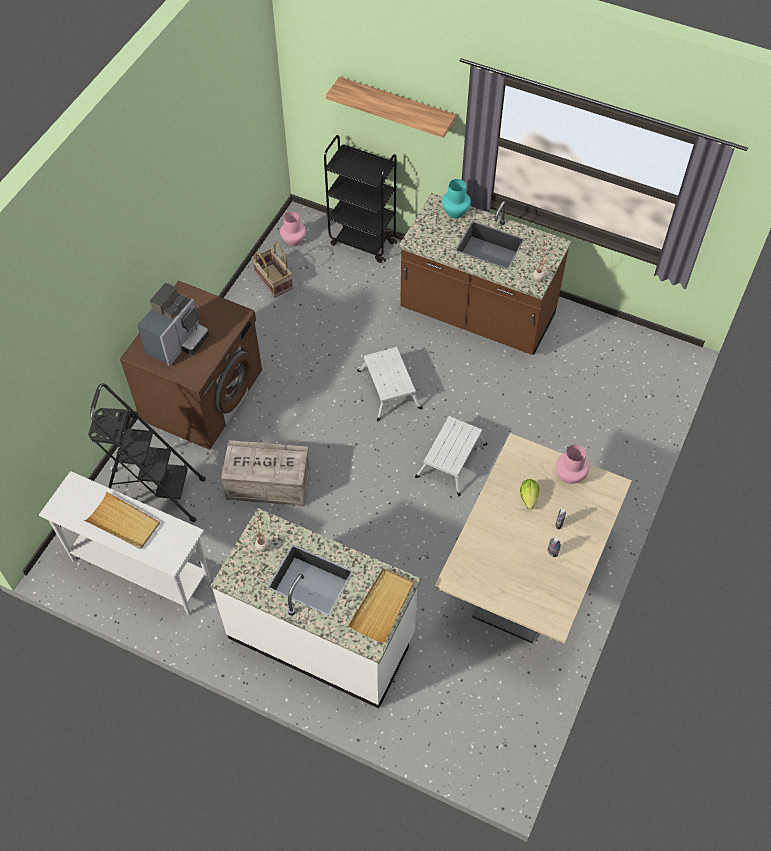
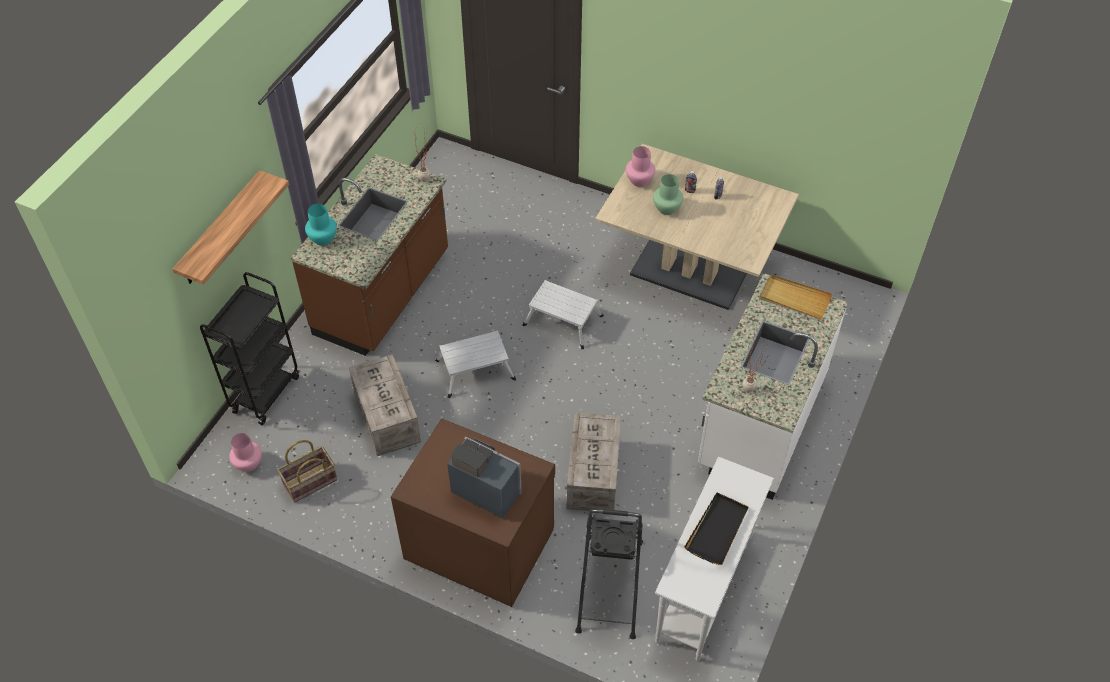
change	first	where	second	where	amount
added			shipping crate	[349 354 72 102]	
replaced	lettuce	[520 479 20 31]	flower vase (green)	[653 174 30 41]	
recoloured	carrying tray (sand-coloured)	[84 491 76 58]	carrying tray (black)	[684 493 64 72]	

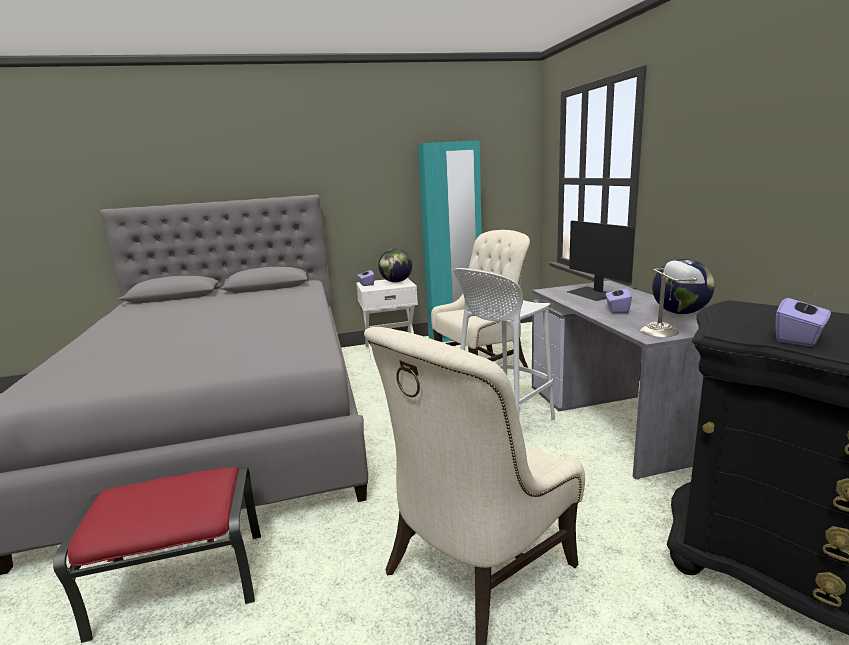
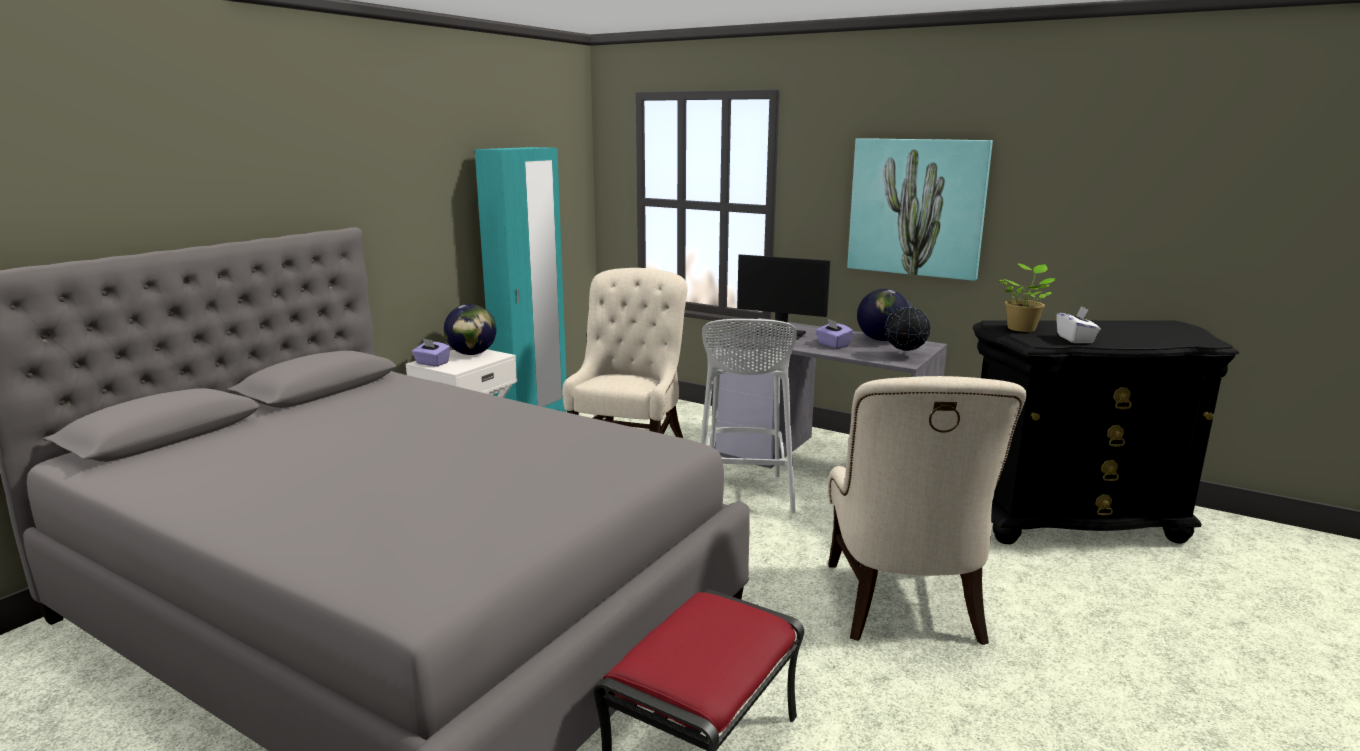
change	first	where	second	where	amount
added			wall art	[847 138 146 143]	
replaced	table lamp (white-coloured)	[640 261 65 76]	globe	[885 302 45 55]	
added			houseplant	[998 263 57 69]	
recoloured	tissue holder (purple)	[775 292 56 55]	tissue holder (white-coloured)	[1056 306 44 37]	

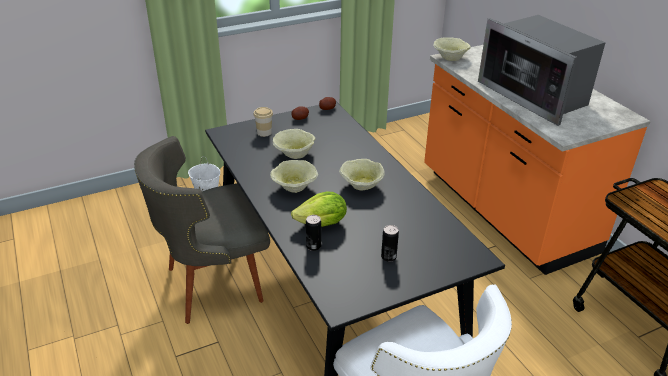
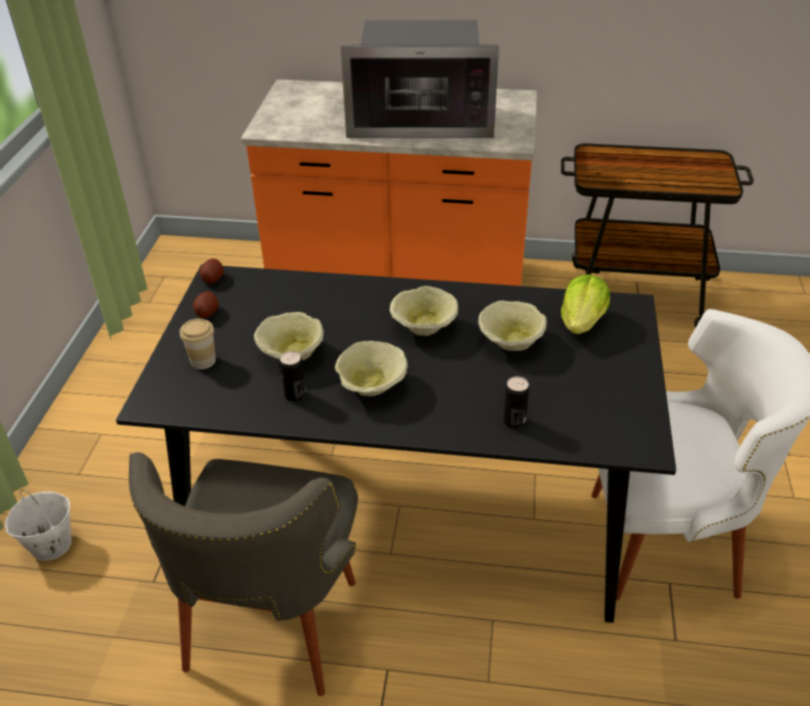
change	first	where	second	where	amount
moved	can	[381 225 18 37]		[280 351 26 51]	
moved	deep dish (sand-coloured)	[433 37 38 24]		[478 301 69 50]	
moved	lettuce	[291 191 56 36]		[561 274 49 60]	

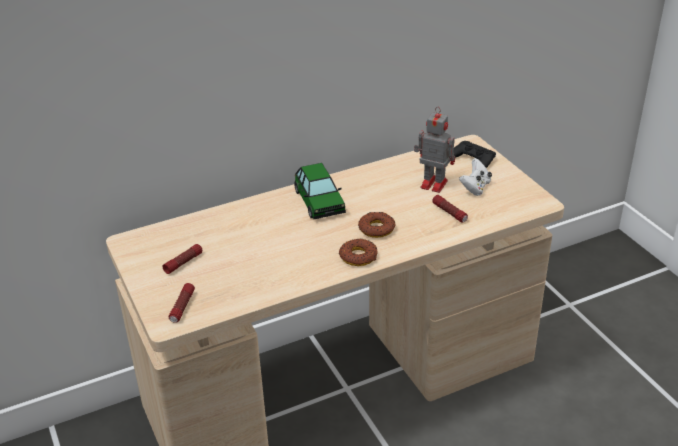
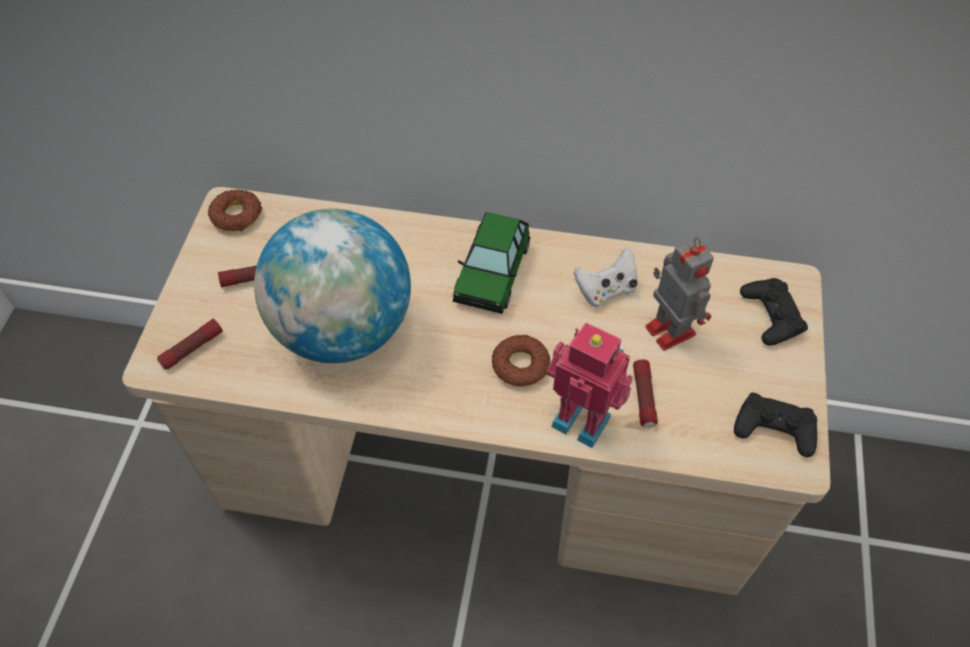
change	first	where	second	where	amount
moved	doughnut	[339 239 39 27]		[208 189 54 42]	
added			globe	[254 209 157 154]	
added			toy robot	[547 322 85 126]	
moved	joypad (white-coloured)	[459 158 33 38]		[573 248 65 60]	
added			joypad (black)	[734 393 83 64]	

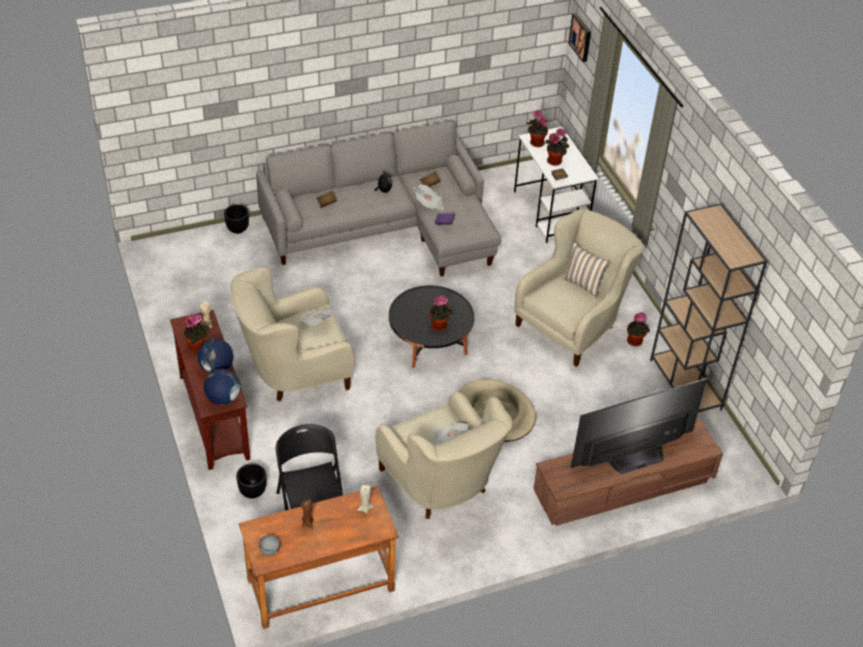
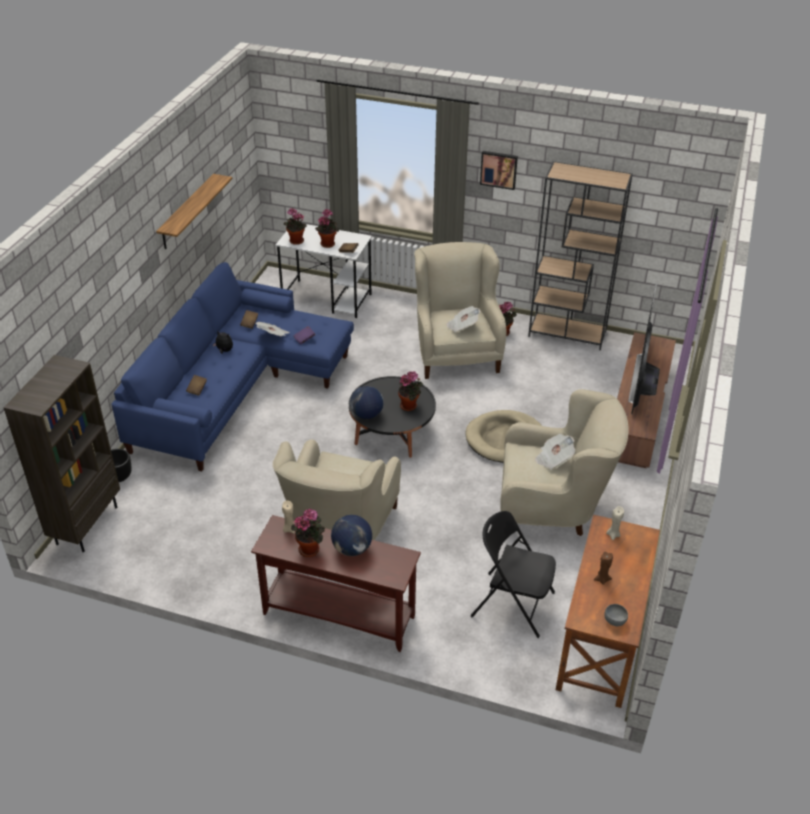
change	first	where	second	where	amount
added			shelving unit (brownish)	[3 355 117 197]	
recoloured	sofa (grey)	[256 122 245 154]	sofa (blue)	[112 262 242 209]	
added			wall shelf	[156 174 77 75]	
moved	globe	[204 369 36 36]		[350 386 34 33]	
moved	printed paper	[300 308 34 18]		[446 306 35 27]	
moved	wall art	[569 13 22 49]		[480 151 38 39]	
removed	planter (black)	[236 463 31 35]			
removed	throw pillow	[562 242 49 56]			

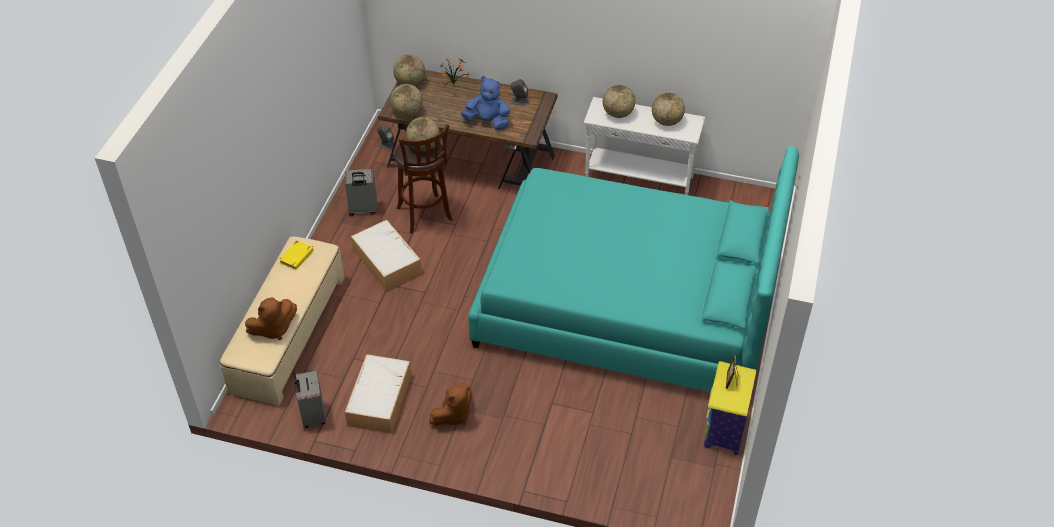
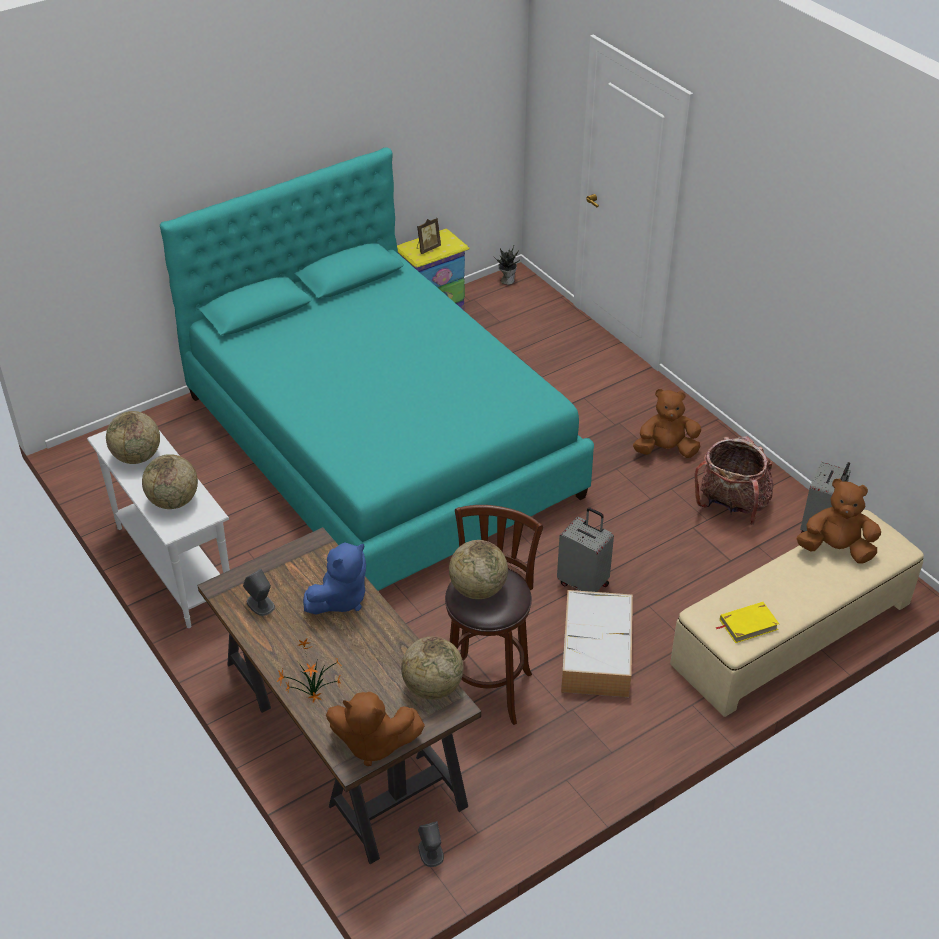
change	first	where	second	where	amount
turned	soft toy (blue)	[461 76 49 54]		[303 543 63 72]	105 degrees counterclockwise
replaced	globe	[393 55 32 31]	soft toy (brownish)	[326 692 99 74]	
added			houseplant	[494 246 26 39]	
moved	suitcase (grey)	[345 169 32 47]		[557 508 57 84]	
replaced	storage box	[345 354 66 79]	rucksack	[695 436 78 89]	

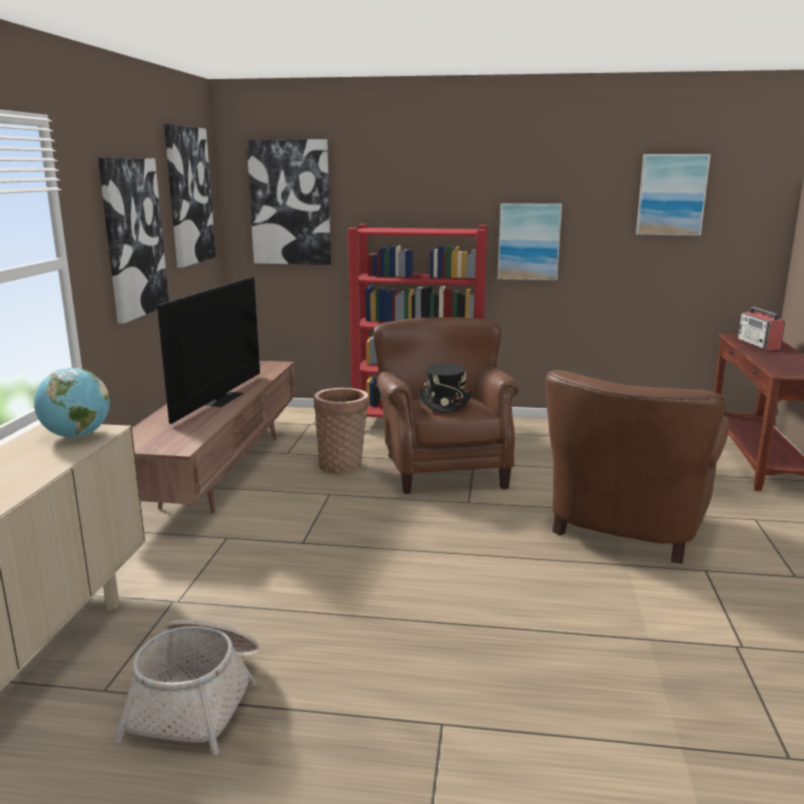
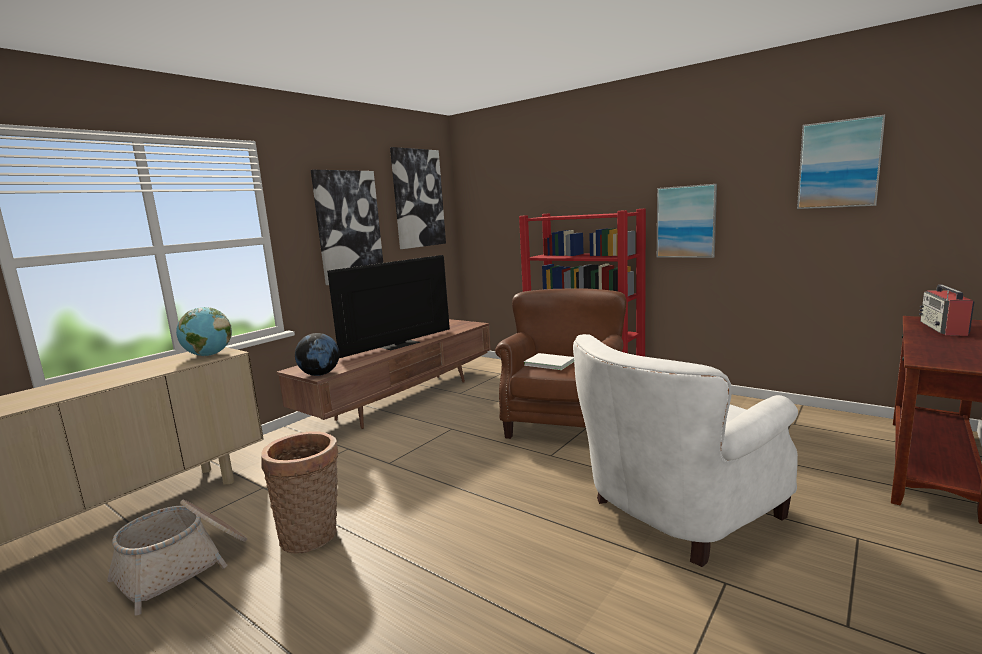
change	first	where	second	where	amount
moved	storage basket	[314 388 55 87]		[261 432 78 122]	
added			globe	[295 333 44 43]	
replaced	wearable hat (black)	[418 363 54 50]	volume (white-coloured)	[524 353 50 17]	
recoloured	lounge chair (brownish)	[545 370 185 194]	lounge chair (white-coloured)	[573 334 225 233]	
removed	wall art	[247 139 84 126]			

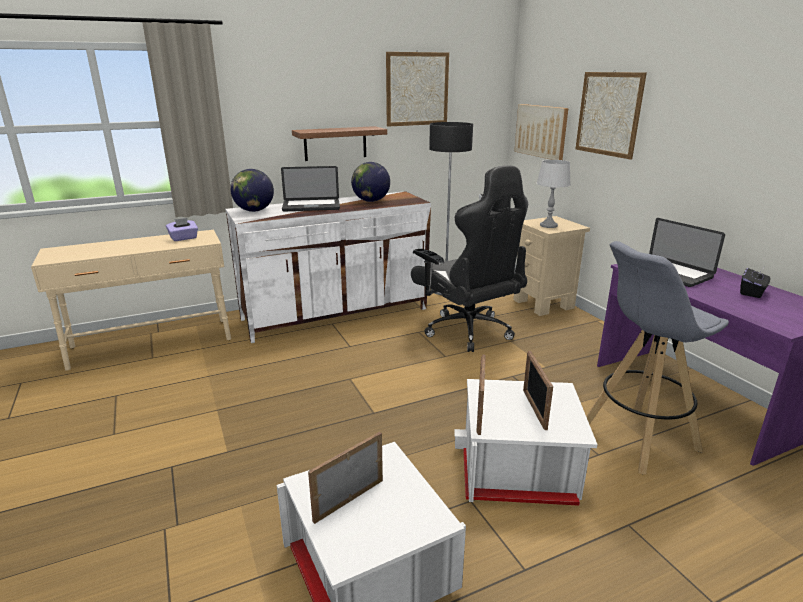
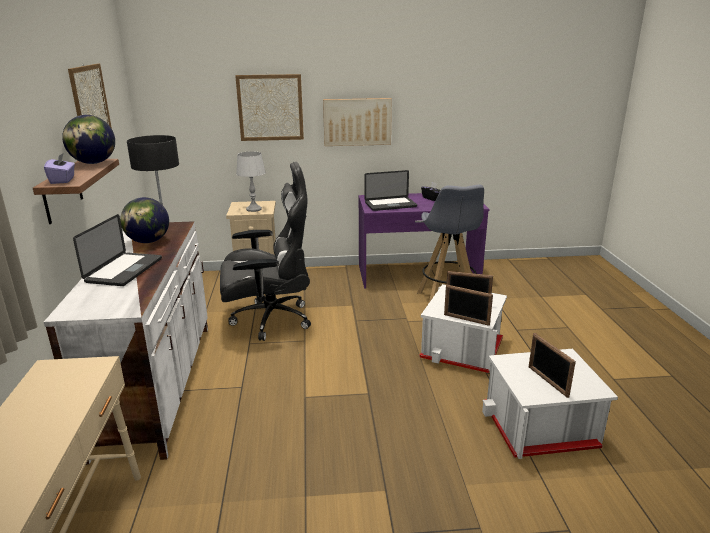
change	first	where	second	where	amount
moved	tissue holder (purple)	[166 218 32 23]		[44 153 31 31]	
moved	globe	[230 169 44 43]		[62 115 53 49]	
moved	wall art	[514 104 54 56]		[323 98 69 48]	

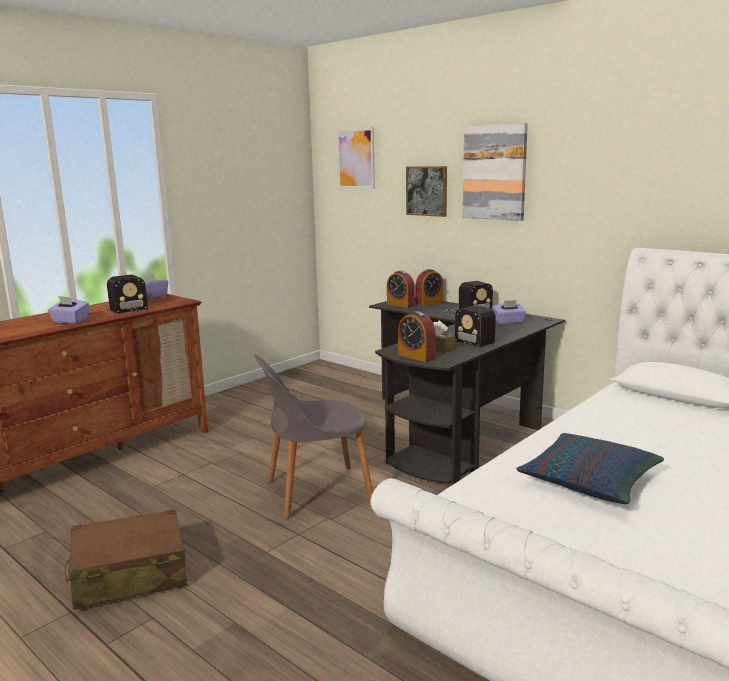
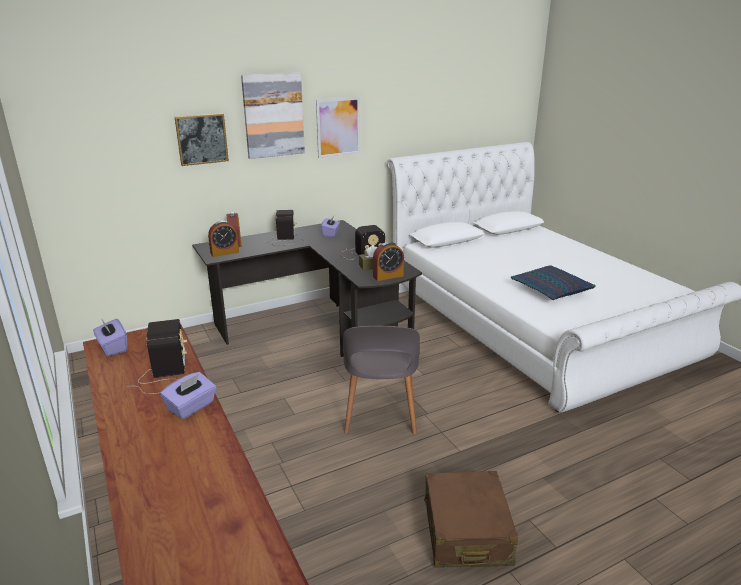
change	first	where	second	where	amount
moved	wall art	[337 127 38 62]		[316 97 44 61]	

